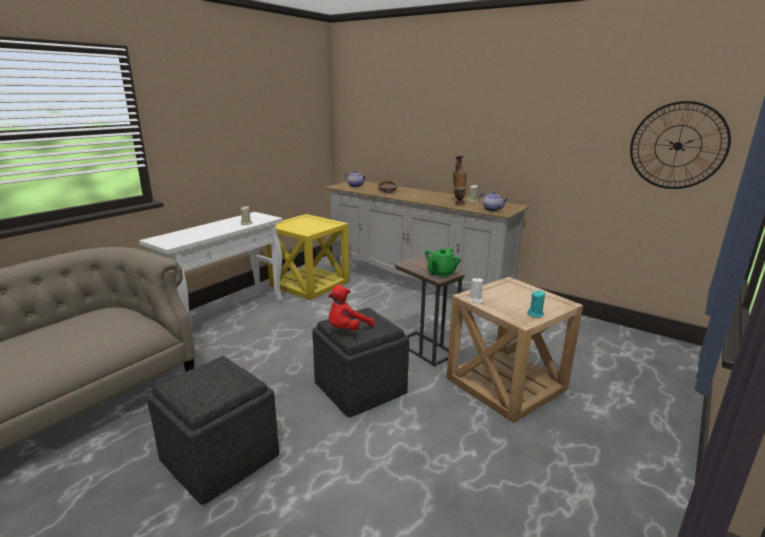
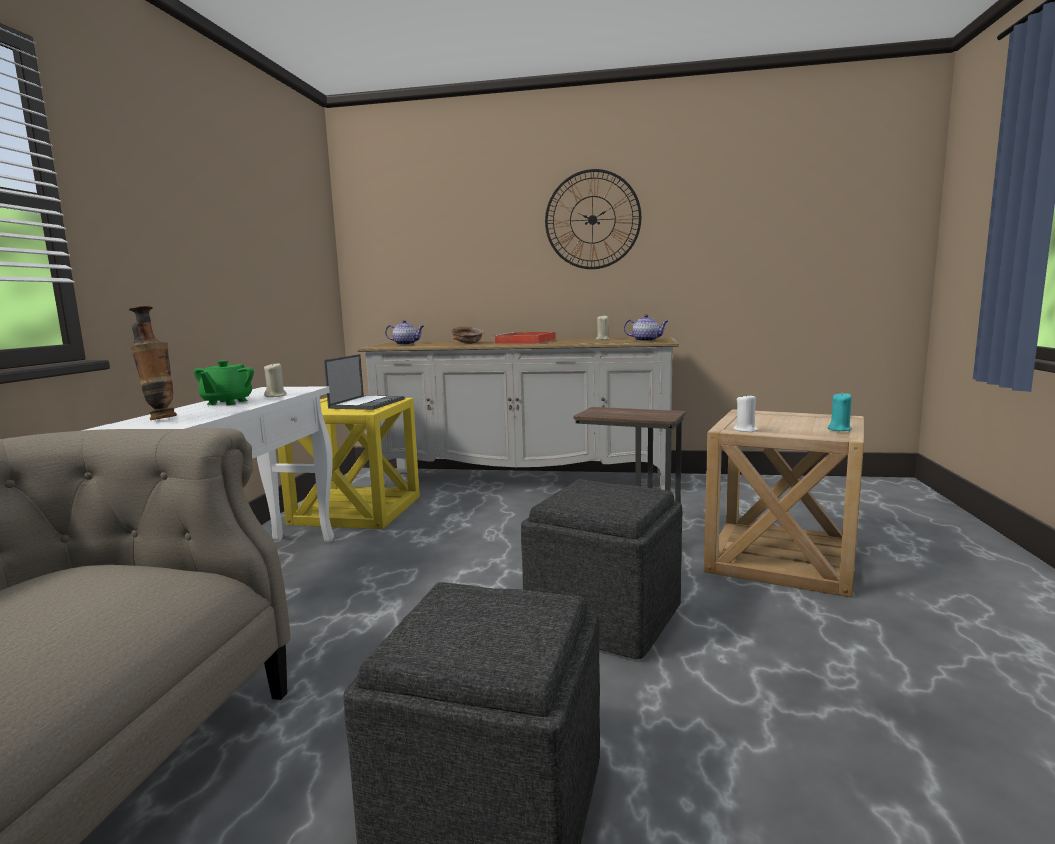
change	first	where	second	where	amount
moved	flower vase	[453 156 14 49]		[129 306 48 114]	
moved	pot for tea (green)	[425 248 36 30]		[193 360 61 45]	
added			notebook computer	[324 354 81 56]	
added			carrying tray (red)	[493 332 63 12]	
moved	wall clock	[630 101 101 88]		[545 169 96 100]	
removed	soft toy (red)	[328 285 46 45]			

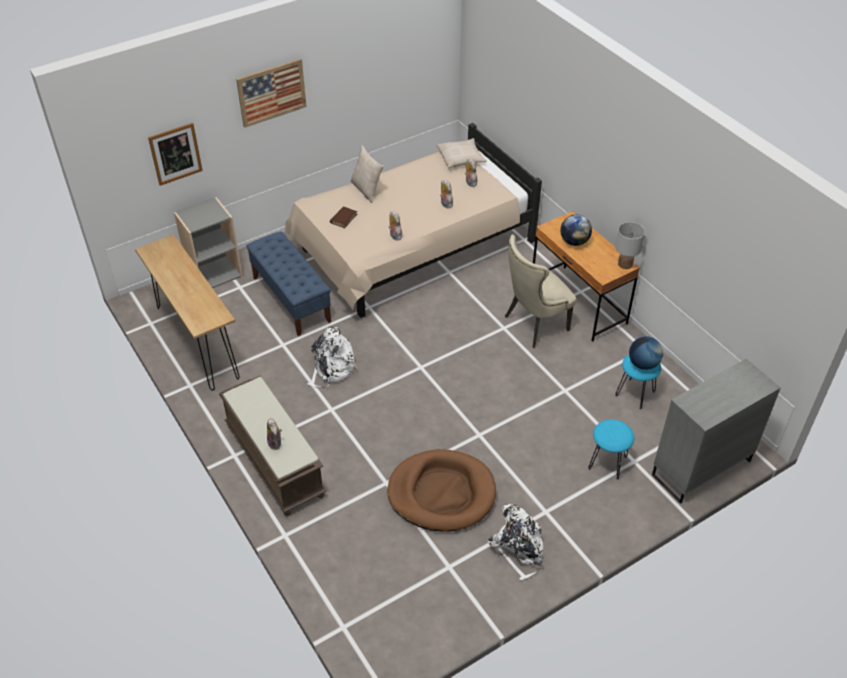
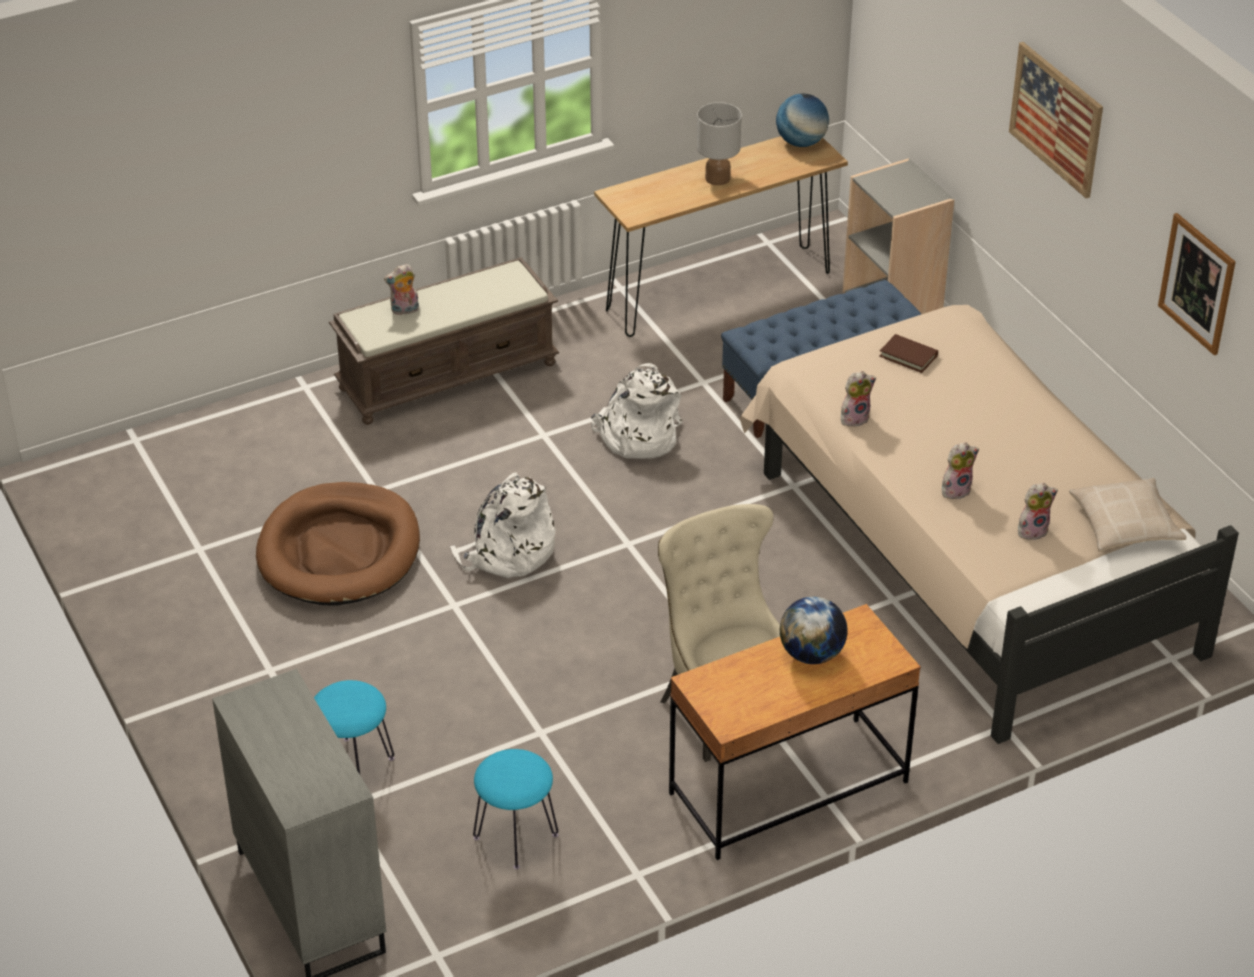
change	first	where	second	where	amount
moved	rucksack (white-coloured)	[488 504 56 77]		[450 472 105 106]	
moved	table lamp (grey)	[615 222 30 47]		[697 102 45 83]	
moved	globe	[629 336 34 34]		[776 93 53 54]	
moved	wall art	[148 123 55 63]		[1158 213 77 142]	
removed	throw pillow (sand-coloured)	[350 145 34 58]			

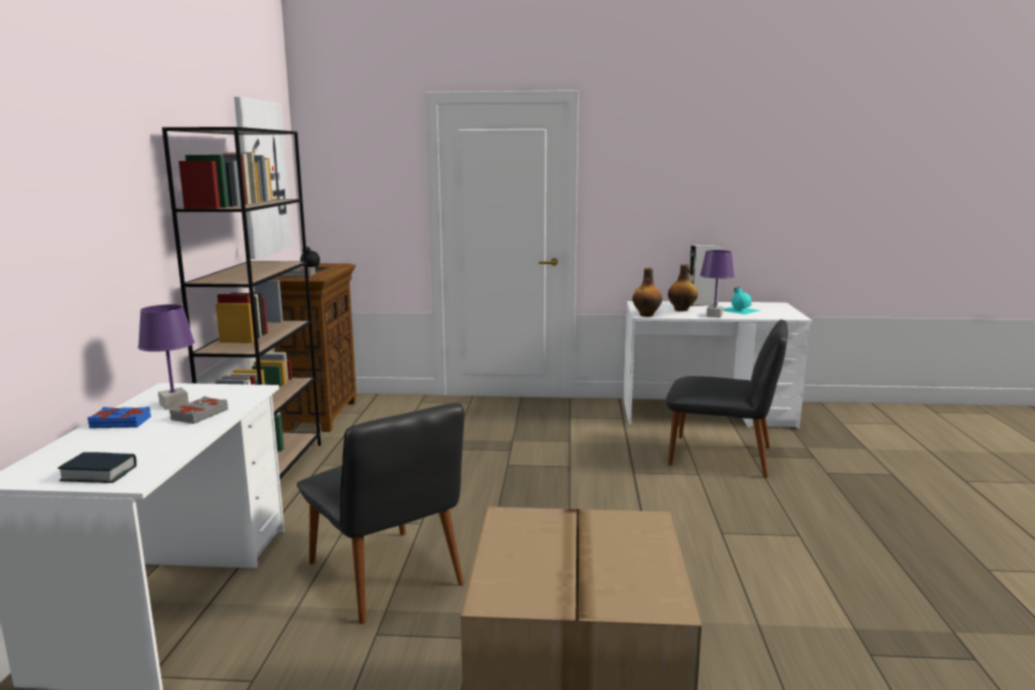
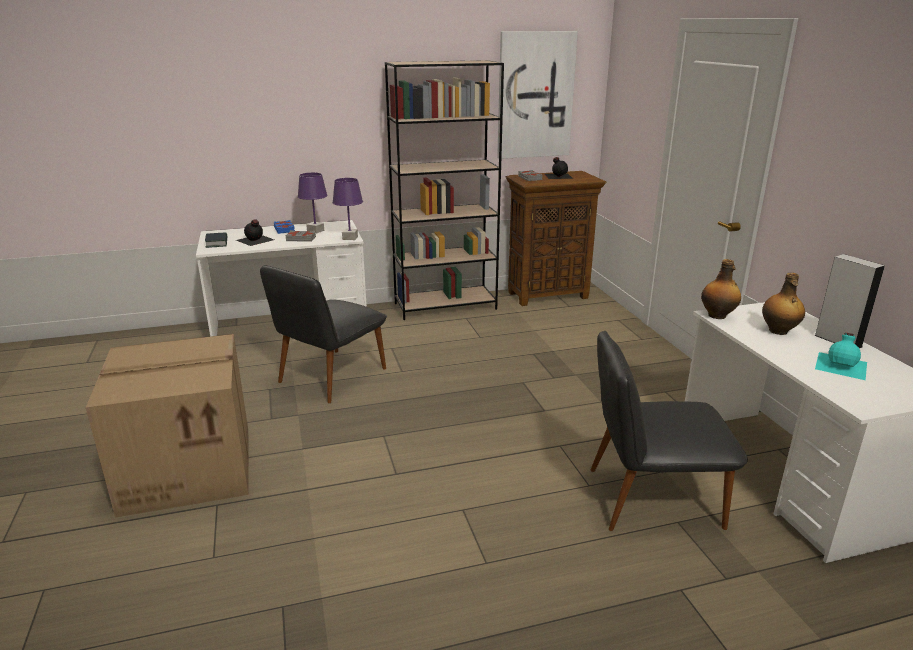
change	first	where	second	where	amount
added			bottle (black)	[236 219 38 27]	
moved	table lamp (purple)	[700 250 34 68]		[332 178 31 62]	
turned	chair (black)	[666 319 122 159]		[591 331 157 200]	90 degrees clockwise

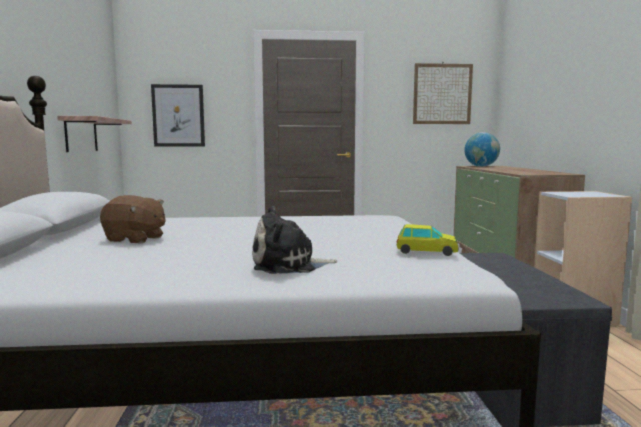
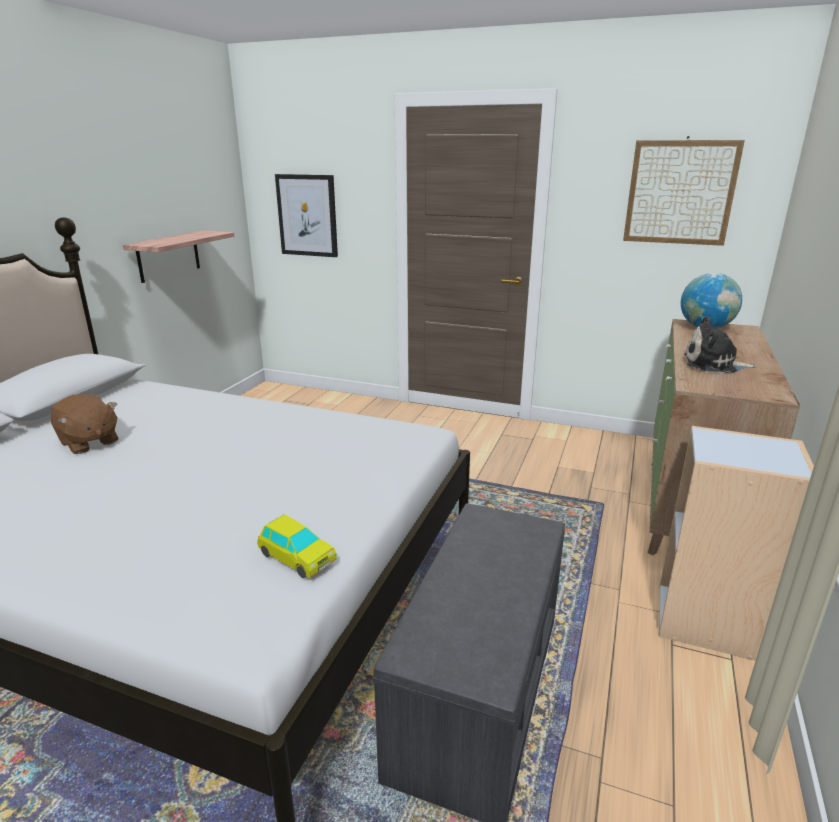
change	first	where	second	where	amount
moved	soft toy	[252 206 86 68]		[684 316 72 57]	

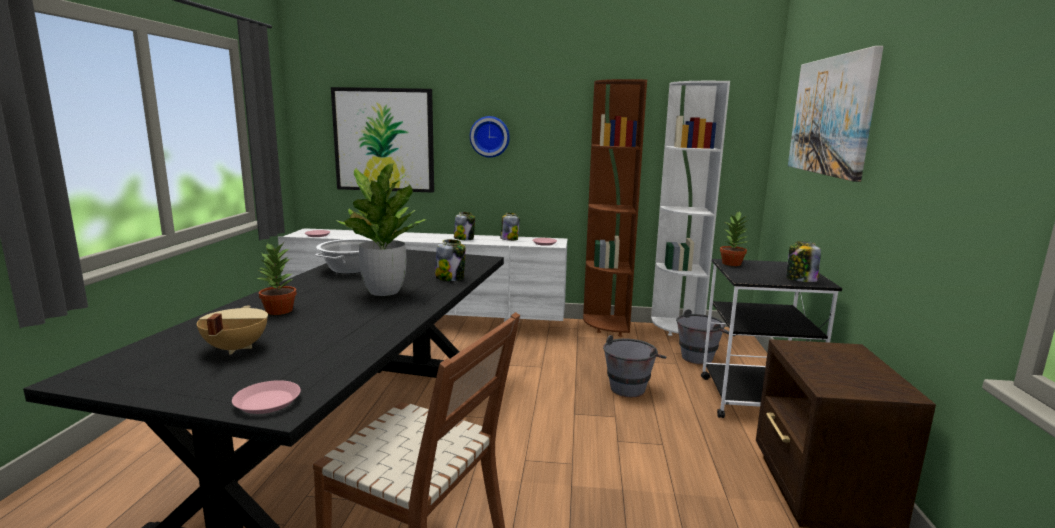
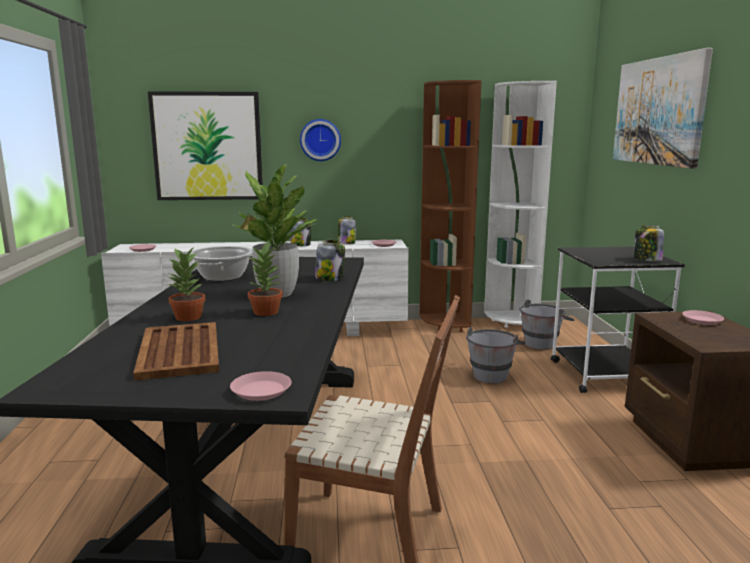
change	first	where	second	where	amount
replaced	saucepot (sand-coloured)	[197 305 71 49]	carrying tray (brownish)	[133 322 86 59]	
moved	houseplant	[720 211 28 55]		[248 242 35 74]	
added			flat dish (pink-coloured)	[682 310 42 15]	

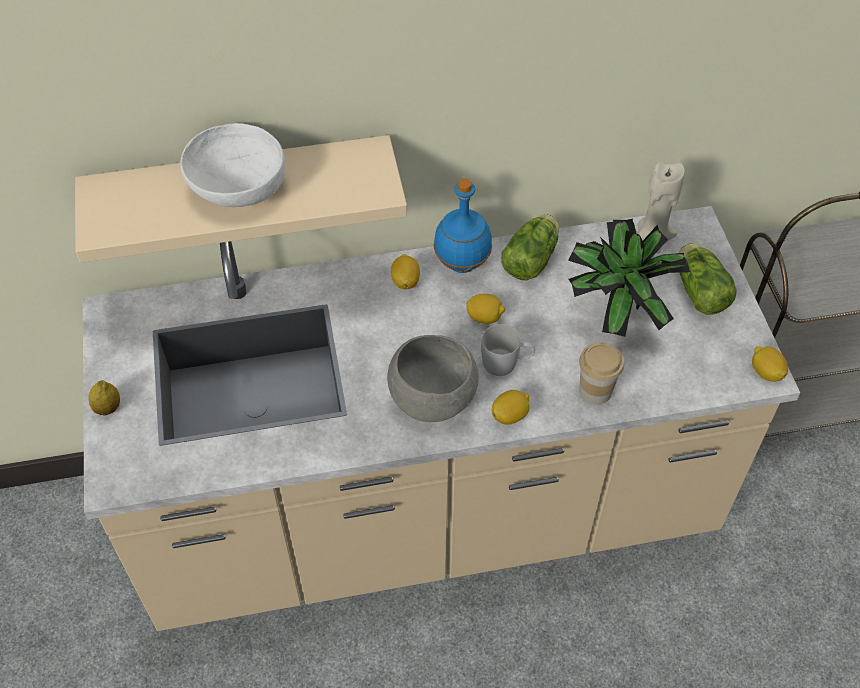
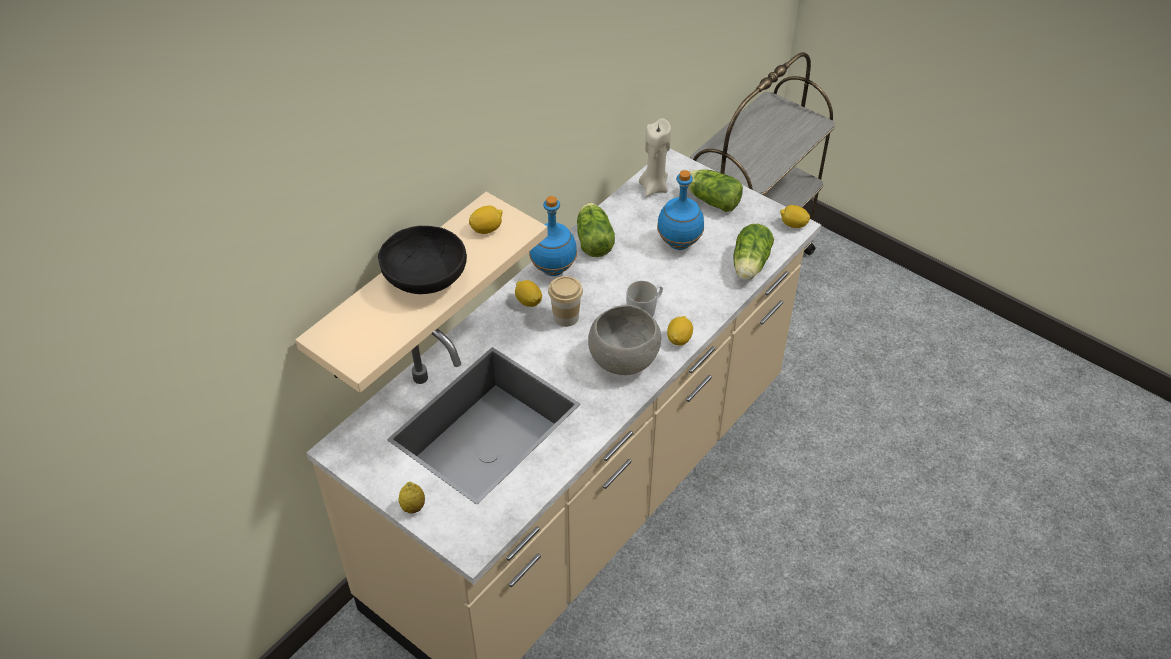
change	first	where	second	where	amount
recoloured	deep dish (white-coloured)	[180 123 105 84]	deep dish (black)	[378 226 89 68]	
moved	lemon	[466 294 40 30]		[469 206 34 28]	
moved	cup	[579 342 45 63]		[548 276 35 51]	
replaced	houseplant	[568 219 122 118]	bottle (blue)	[657 170 47 80]	
added			lettuce	[733 224 41 56]	

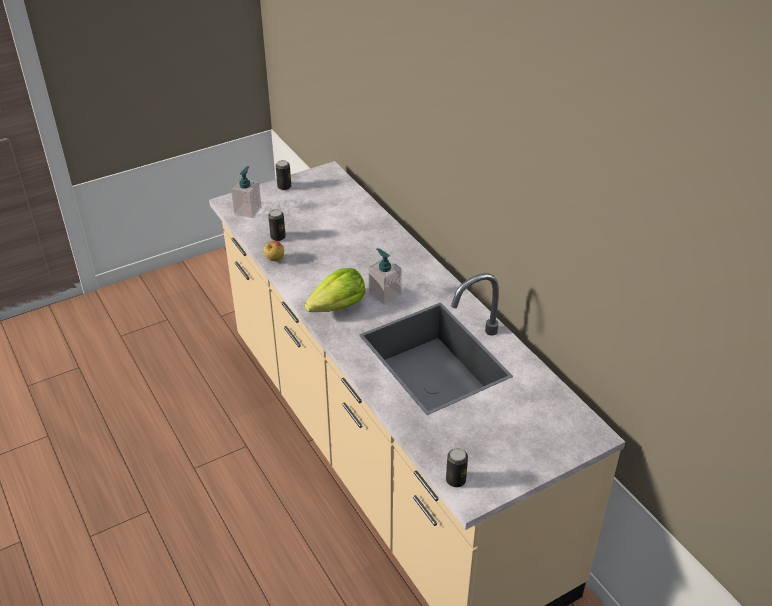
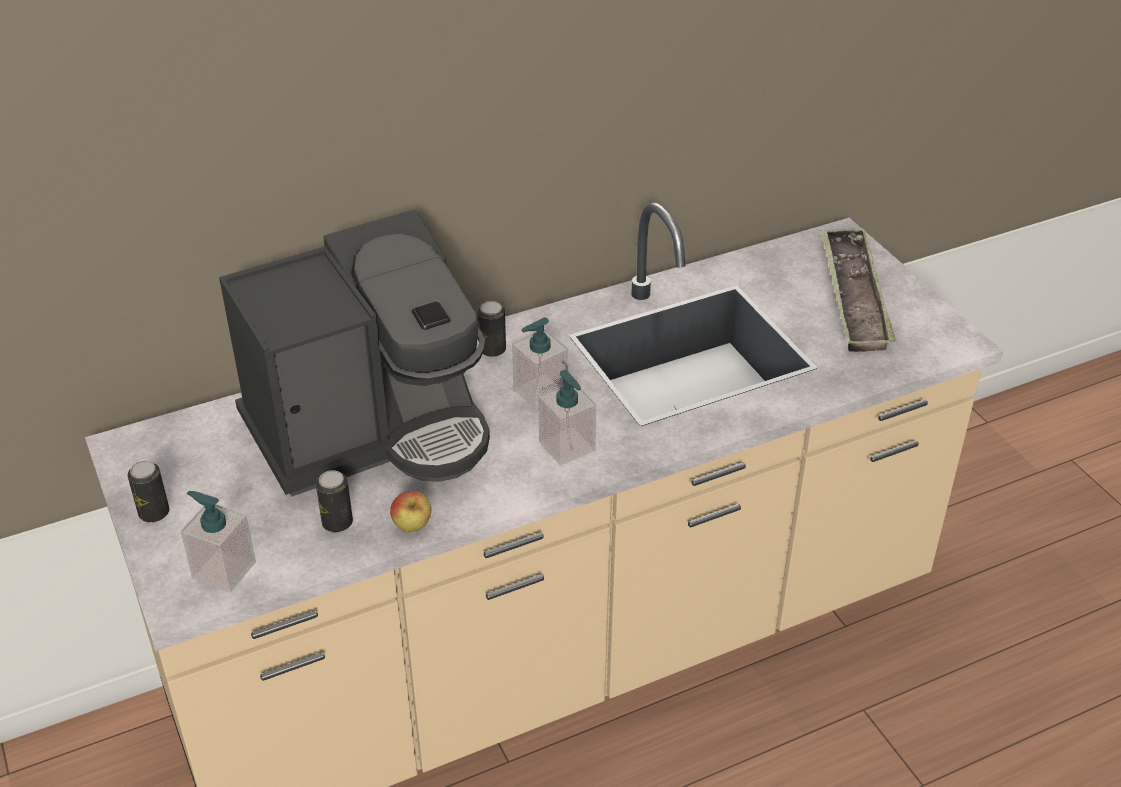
change	first	where	second	where	amount
added			coffee maker	[219 209 271 288]	
moved	can	[446 448 22 39]		[477 301 29 56]	
replaced	lettuce	[304 268 61 44]	liquid soap bottle	[538 370 58 95]	
added			carrying tray	[821 228 75 124]	

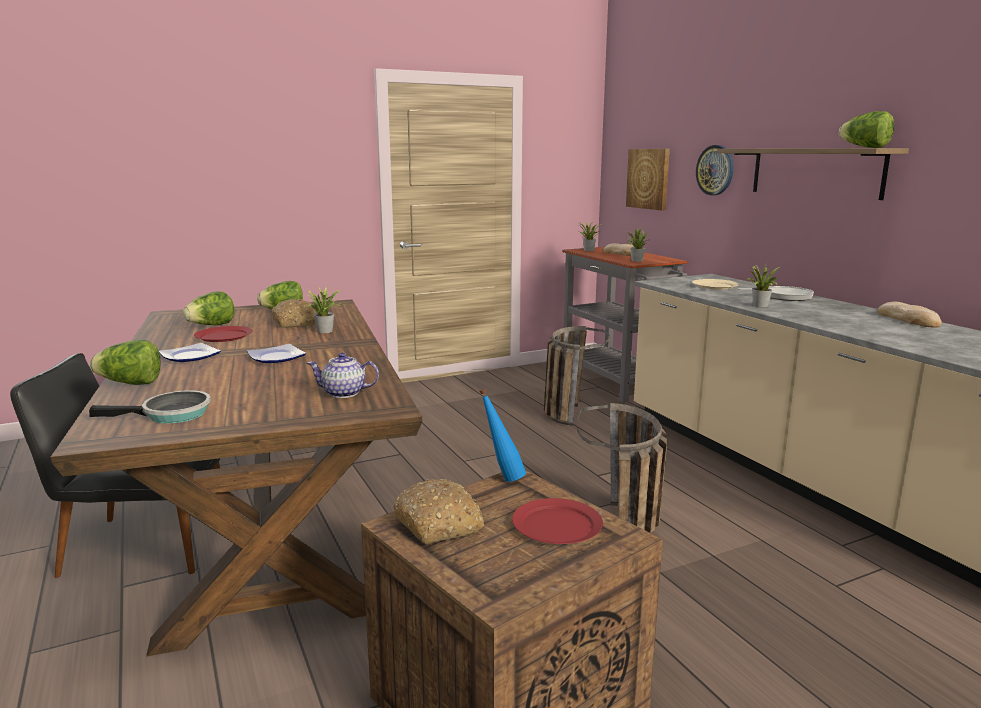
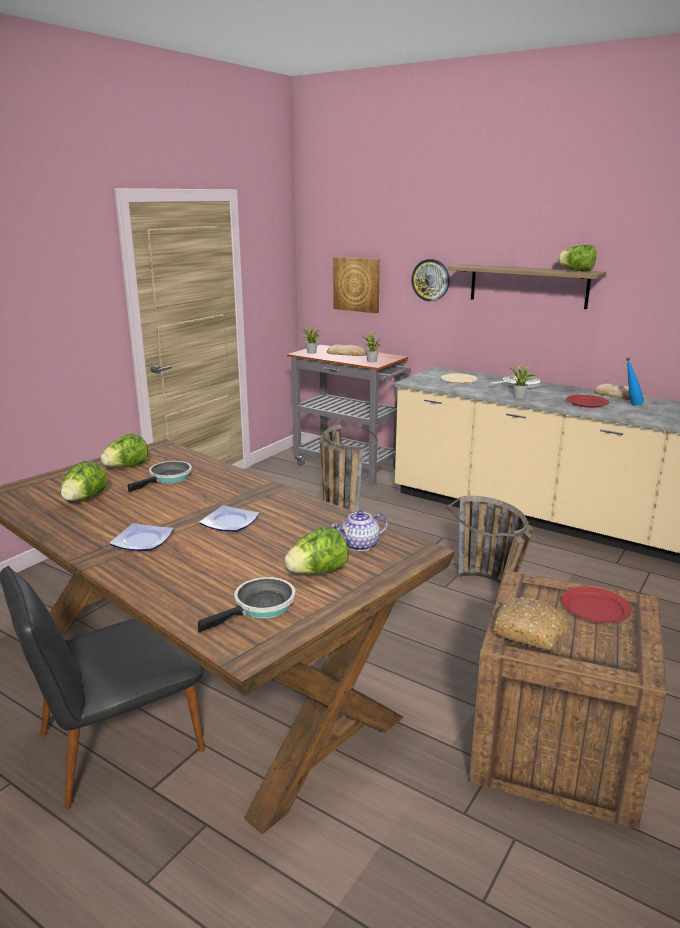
change	first	where	second	where	amount
replaced	baked bread	[272 299 45 29]	frying pan	[128 461 64 31]	
moved	lettuce	[90 340 71 45]		[284 527 65 47]	
moved	flat dish (red)	[194 326 58 16]		[566 395 43 13]	
moved	bottle (blue)	[480 388 46 94]		[626 358 18 48]	
removed	houseplant	[306 286 37 47]			

